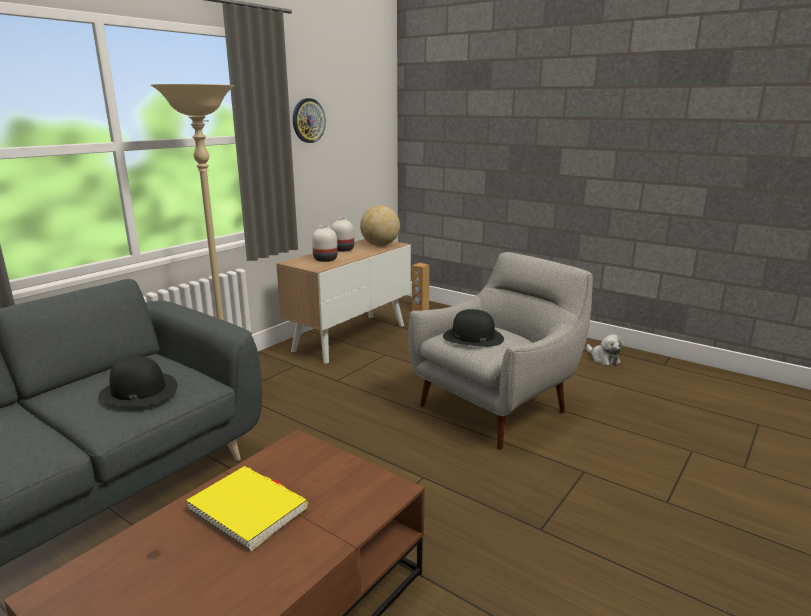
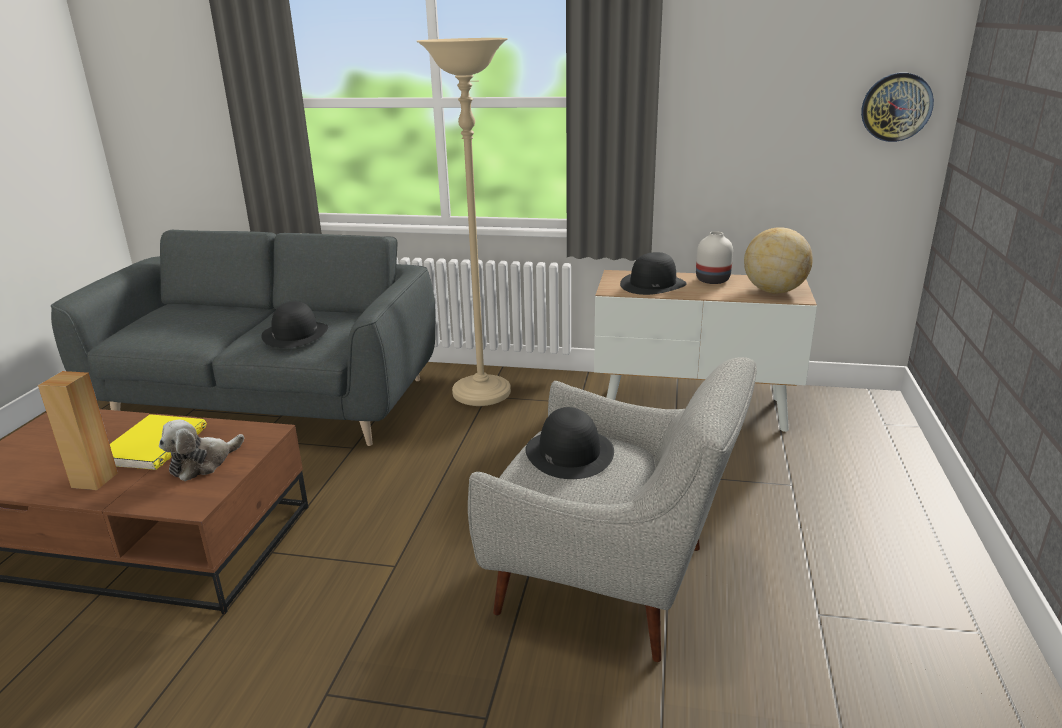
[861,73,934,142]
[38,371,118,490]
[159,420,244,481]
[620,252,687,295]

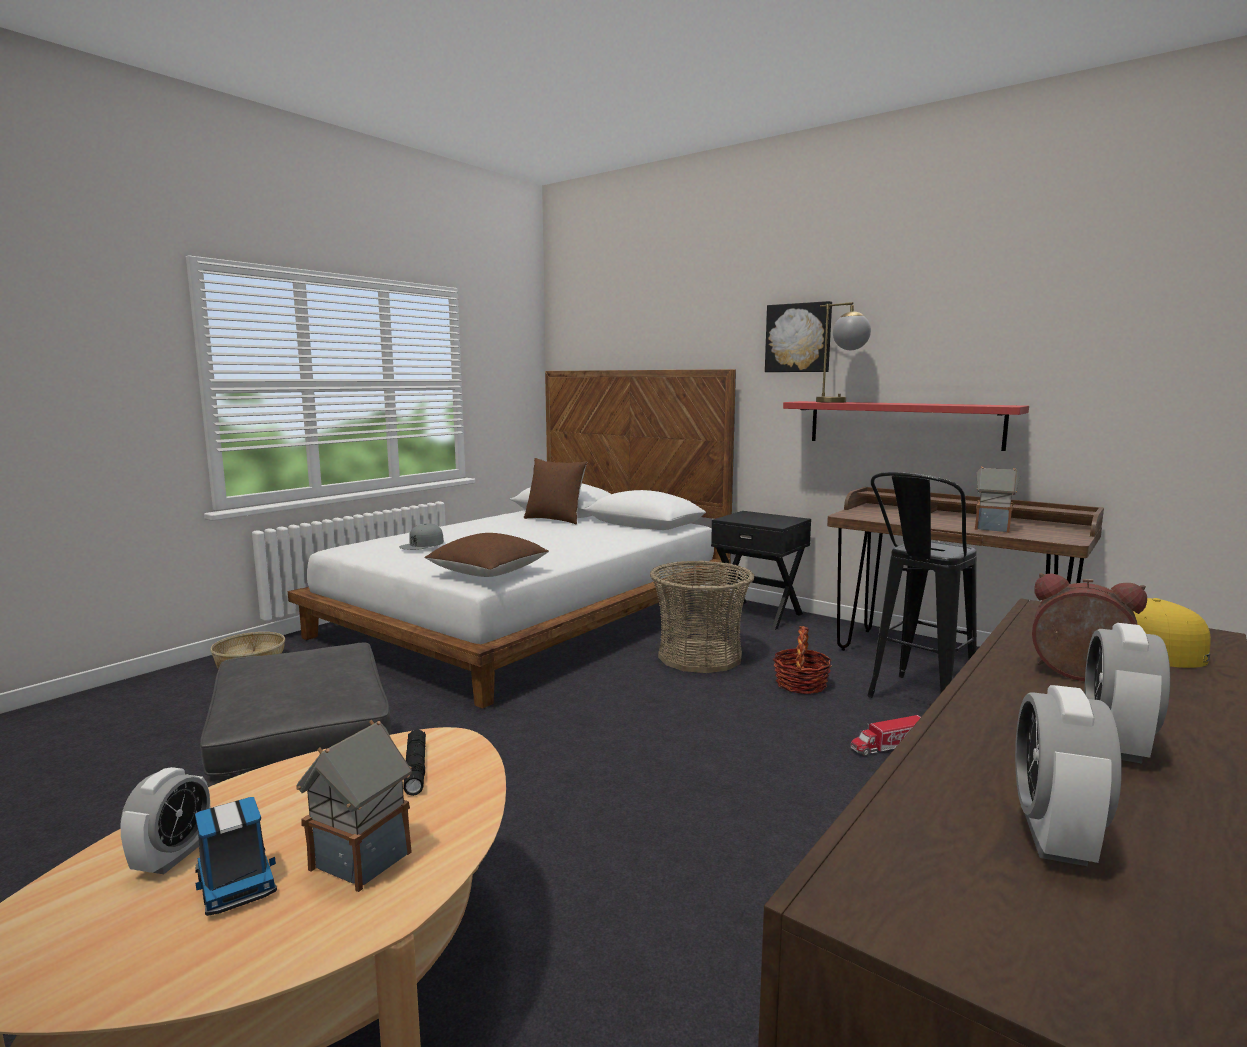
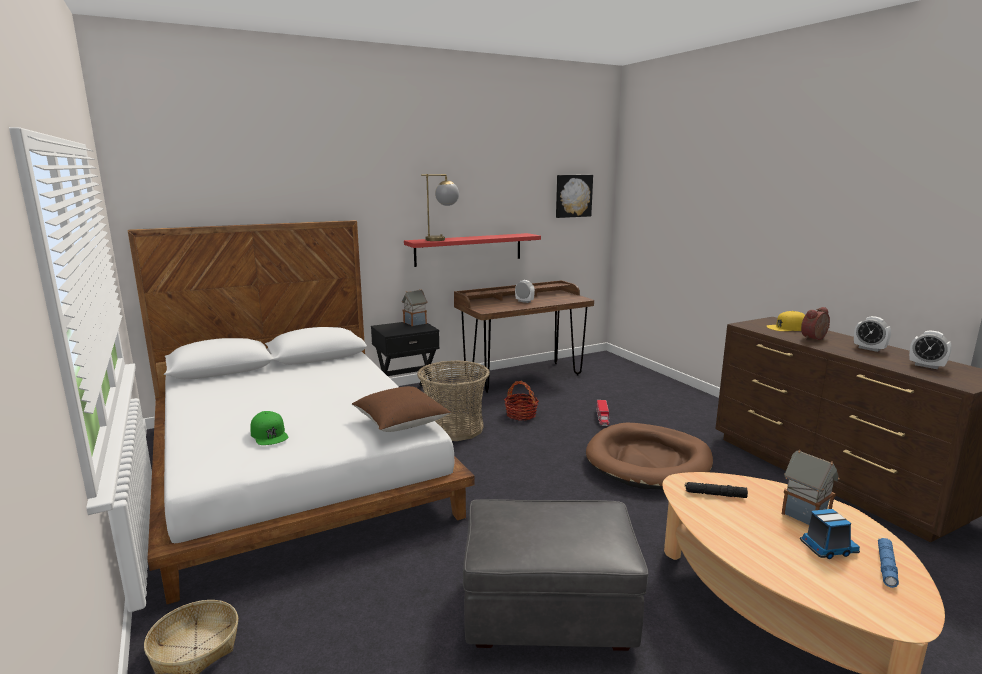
[524,458,587,524] (first image)
[867,472,977,698] (first image)
[586,422,713,490]
[878,538,899,588]
[515,280,535,303]
[556,175,593,218]
[402,289,428,326]
[250,411,288,445]

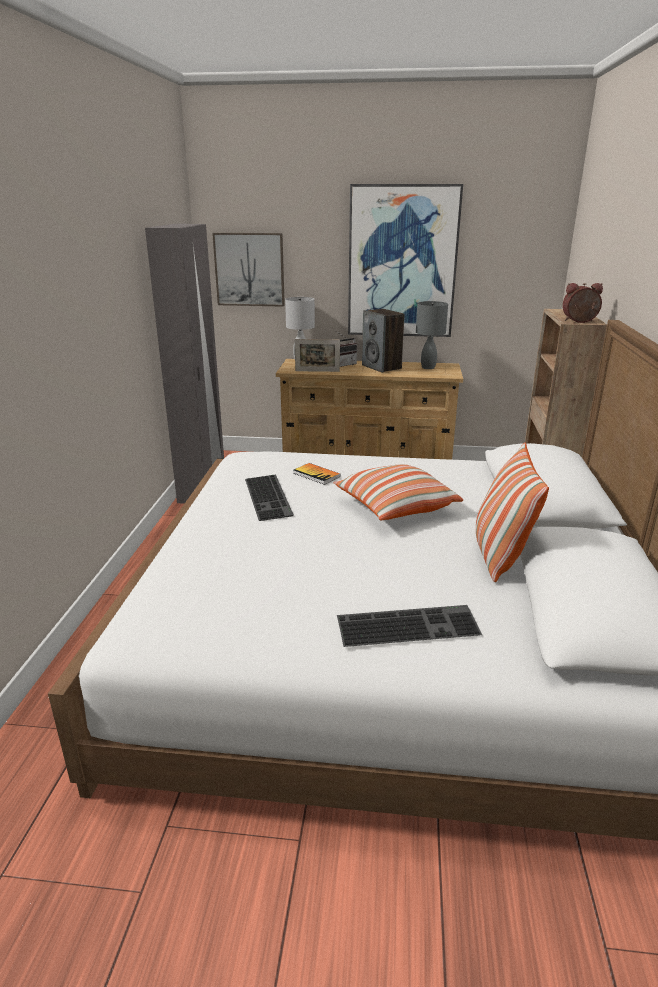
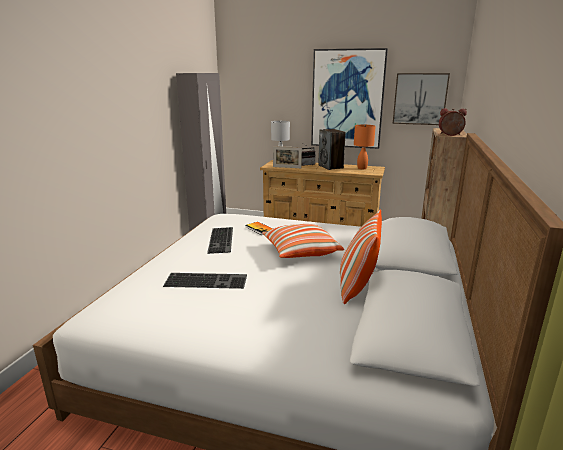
[393,73,450,125]
[163,273,247,289]
[354,125,376,169]

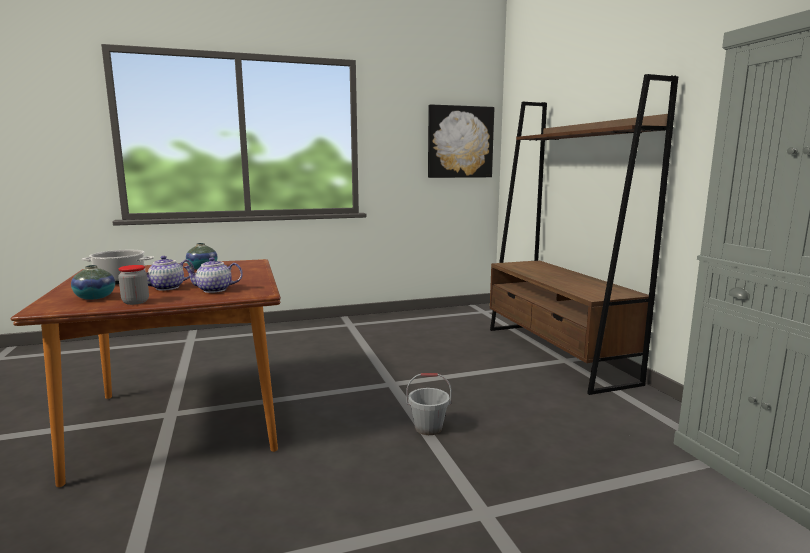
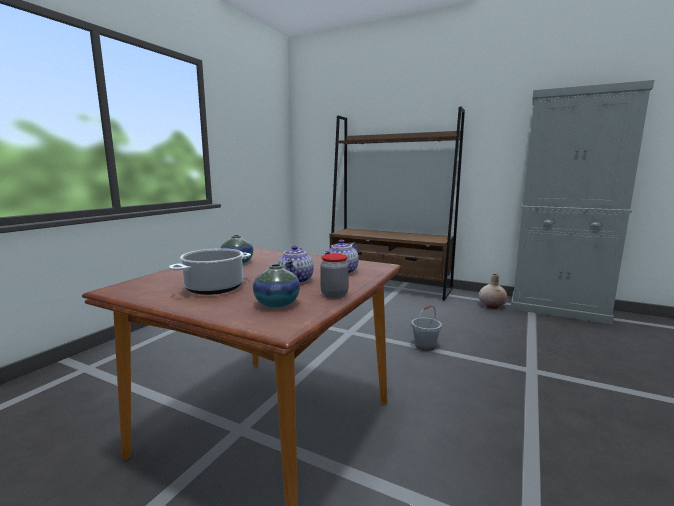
[428,104,494,178] (first image)
[479,274,508,309]

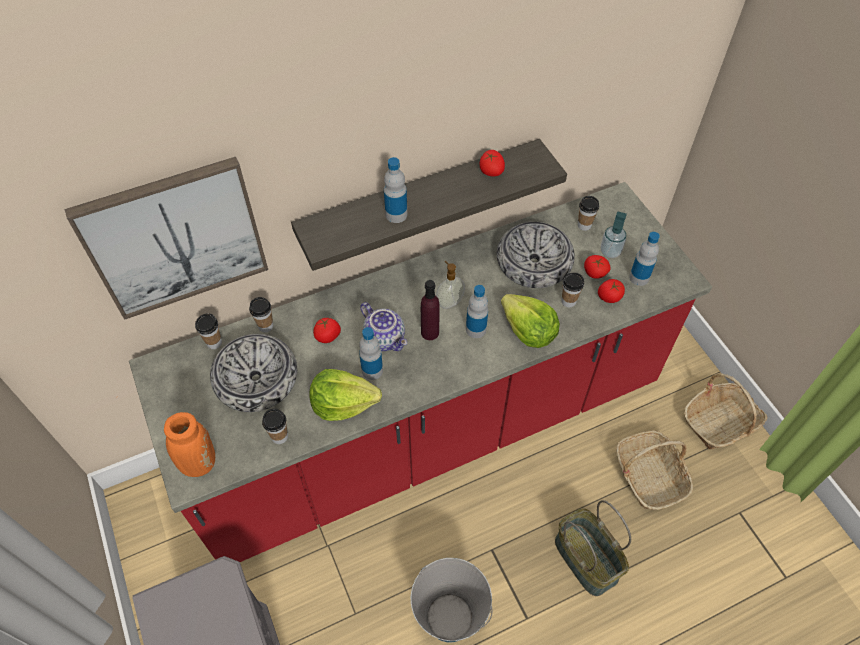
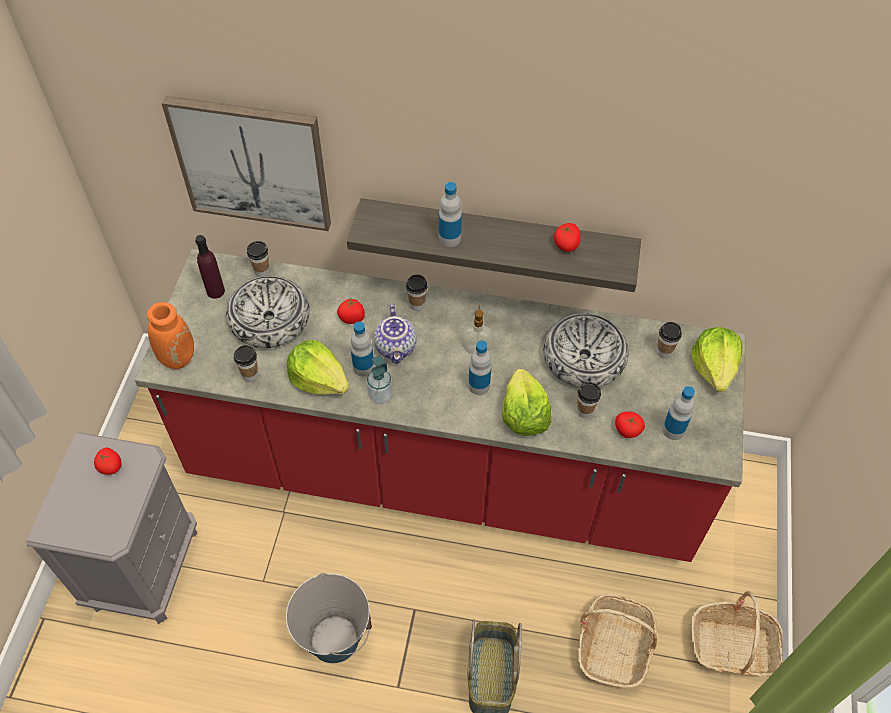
[691,327,742,392]
[406,274,428,311]
[195,235,225,299]
[94,447,122,475]
[367,356,393,404]

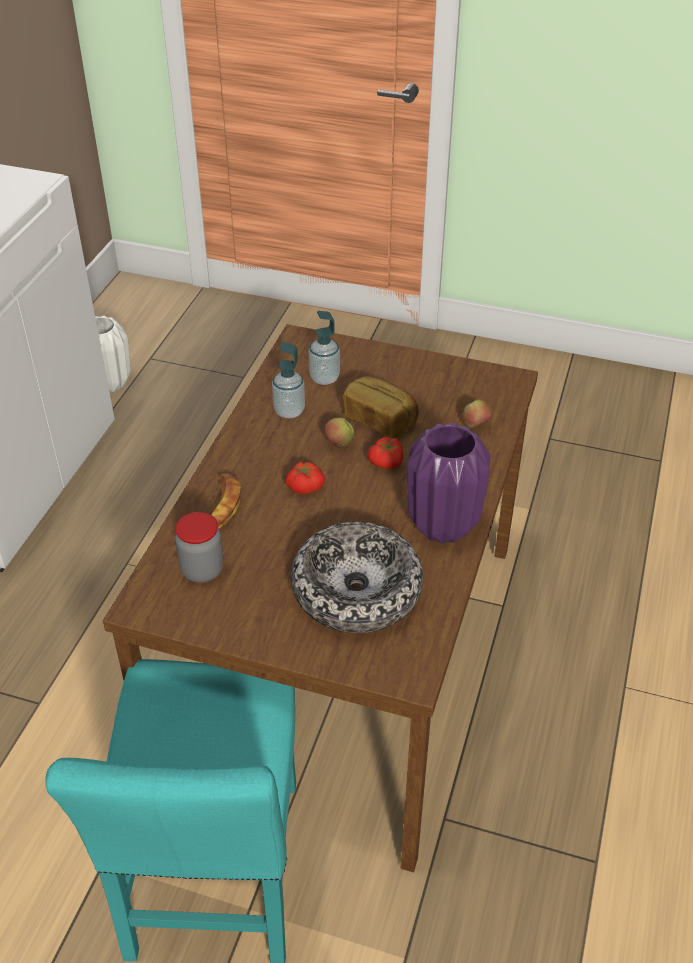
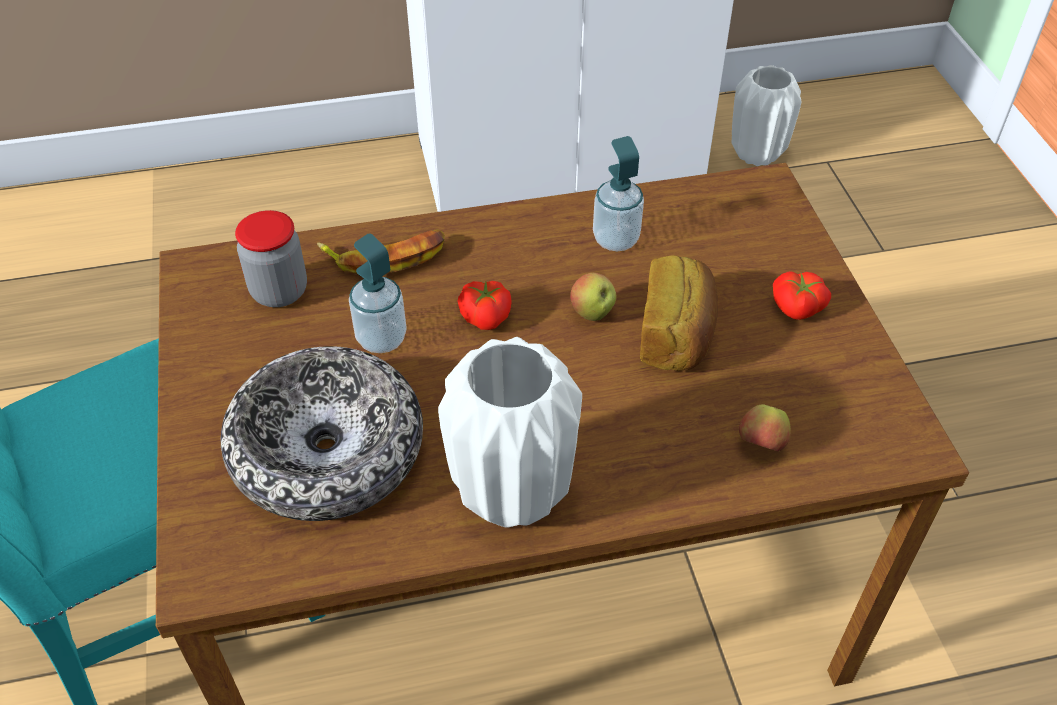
[349,233,407,353]
[773,271,831,320]
[438,337,582,528]

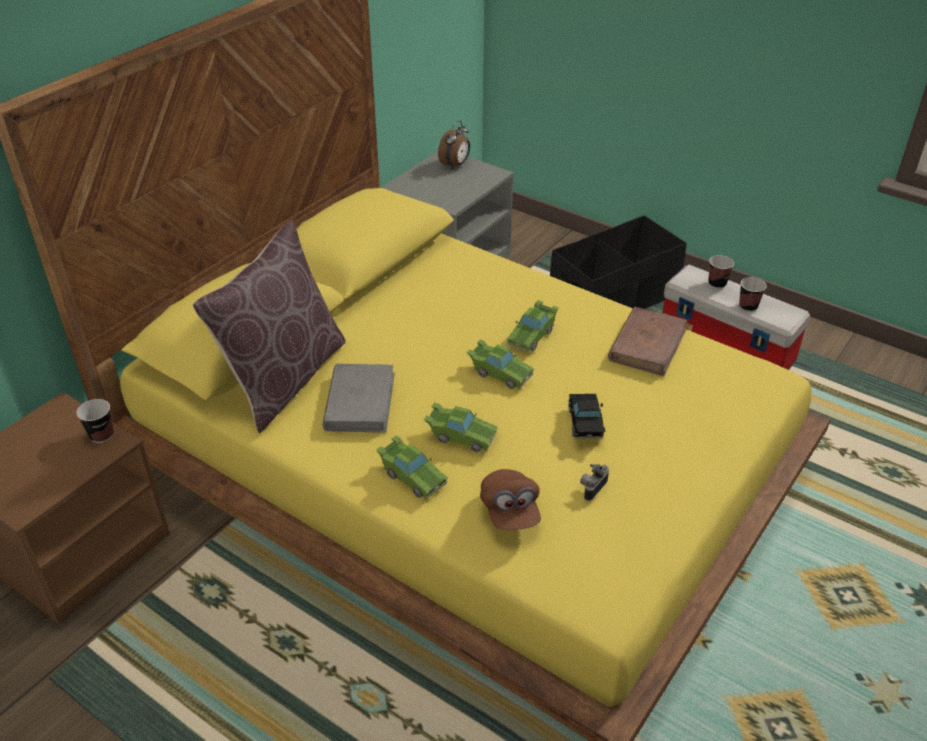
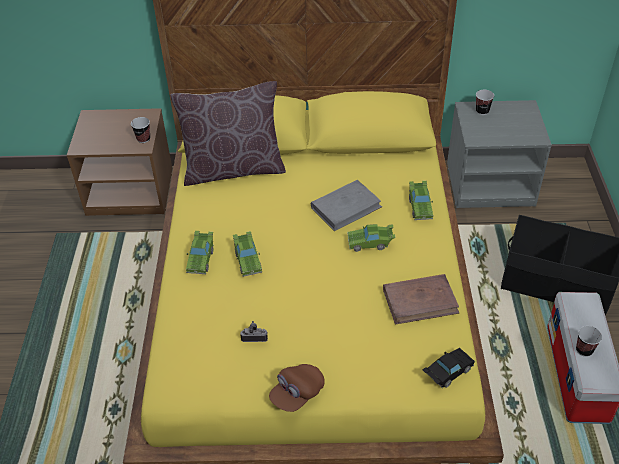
[438,120,470,169] (first image)
[311,180,382,231]
[409,181,434,220]
[269,364,325,412]
[422,347,475,389]
[476,90,494,115]

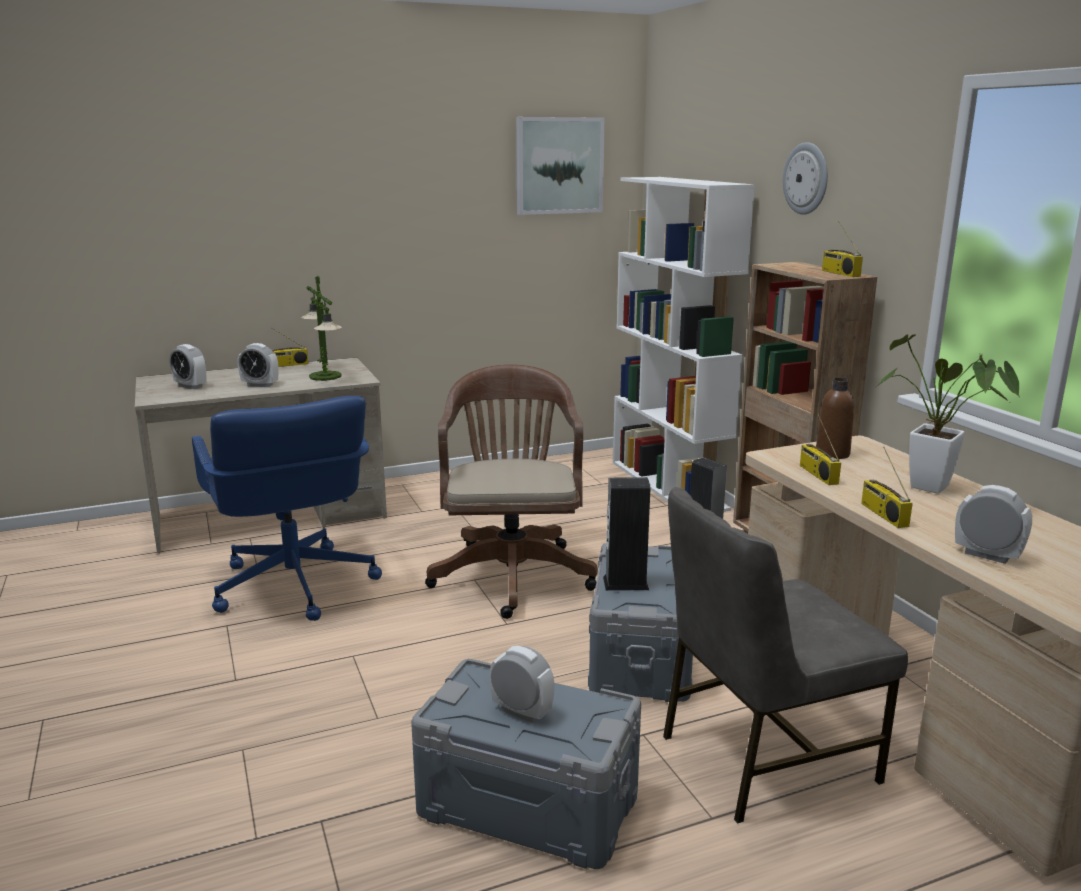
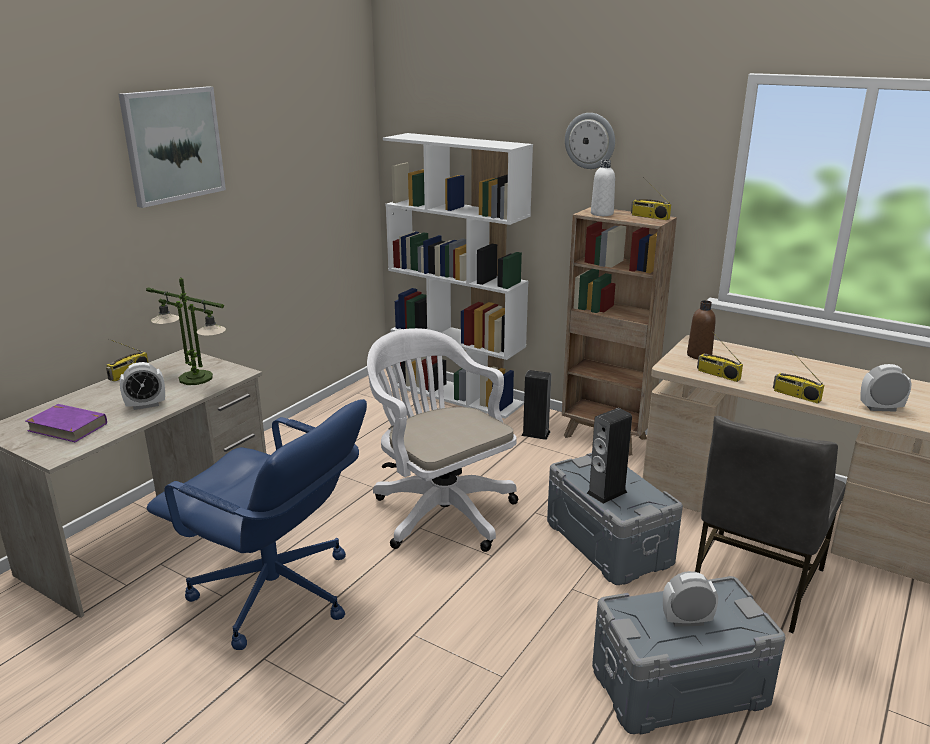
[876,334,1020,494] (first image)
[591,160,615,216]
[119,86,226,208]
[25,404,107,442]
[367,328,518,552]

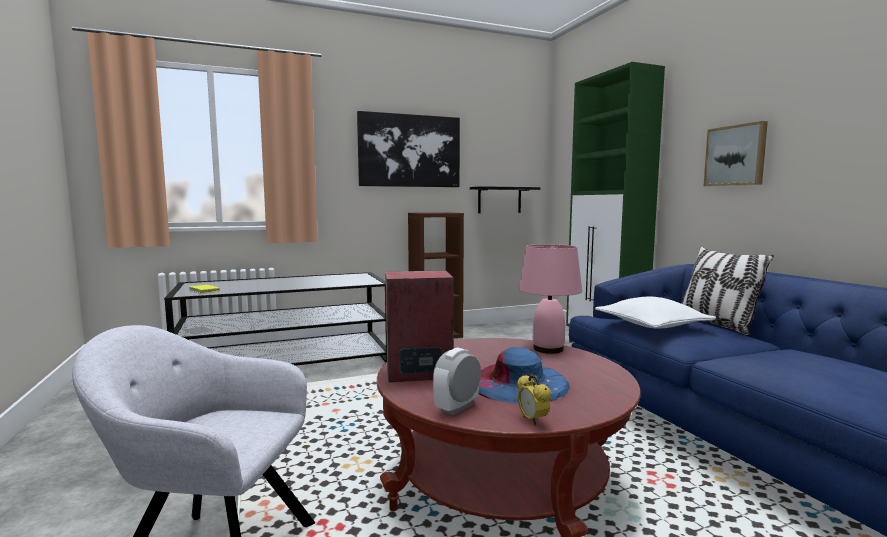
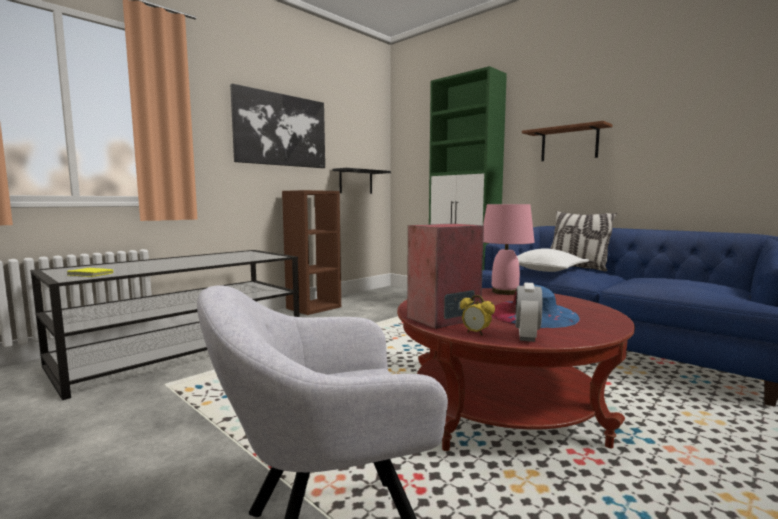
[460,295,495,336]
[522,121,612,161]

